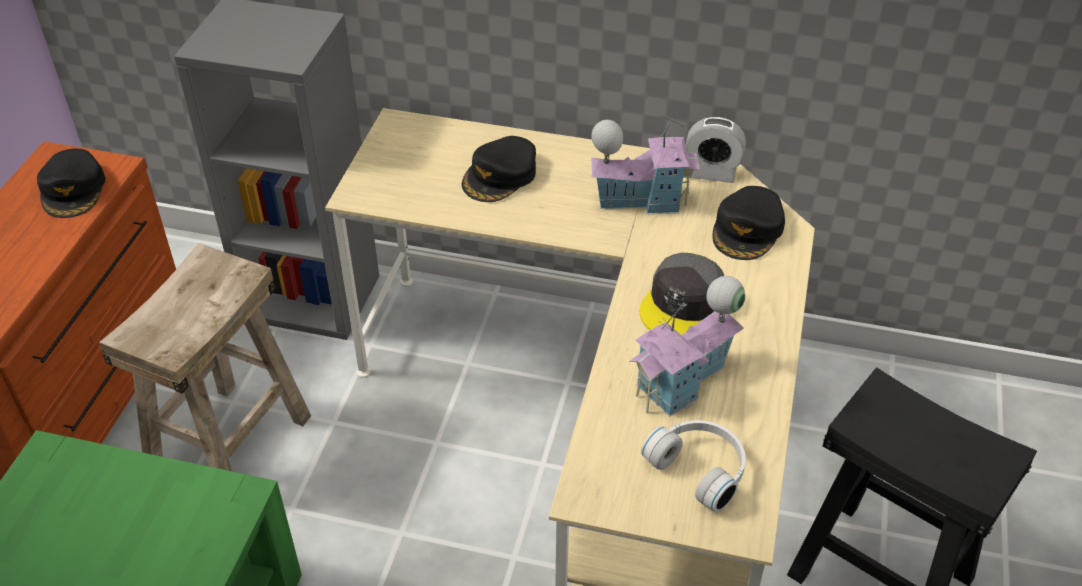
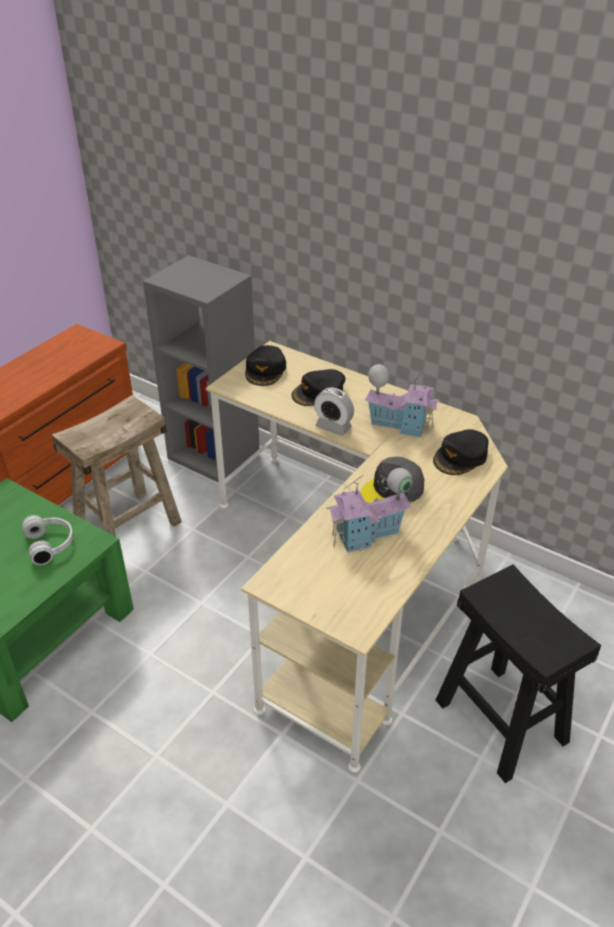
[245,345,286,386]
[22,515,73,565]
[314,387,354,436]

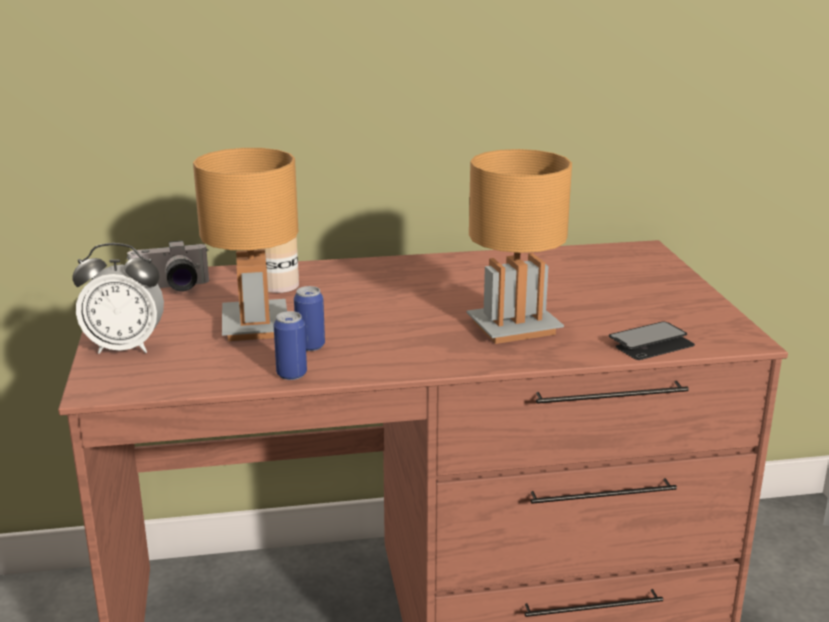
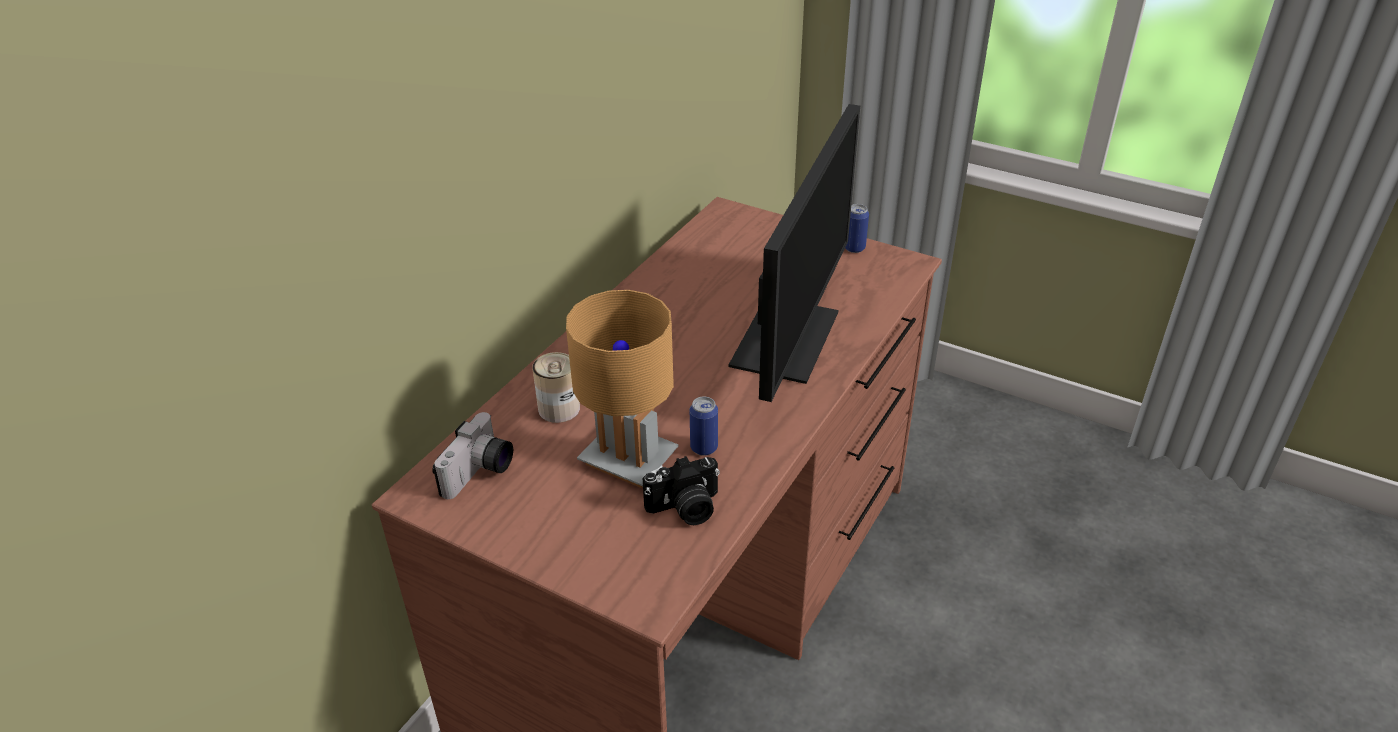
[72,243,164,354] (first image)
[609,321,695,360] (first image)
[643,456,720,525]
[845,204,869,253]
[729,104,860,402]

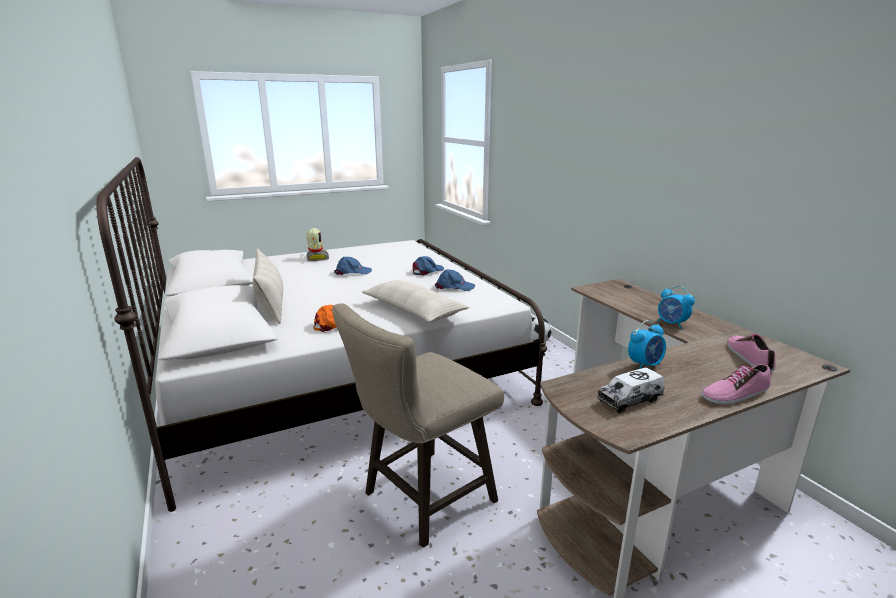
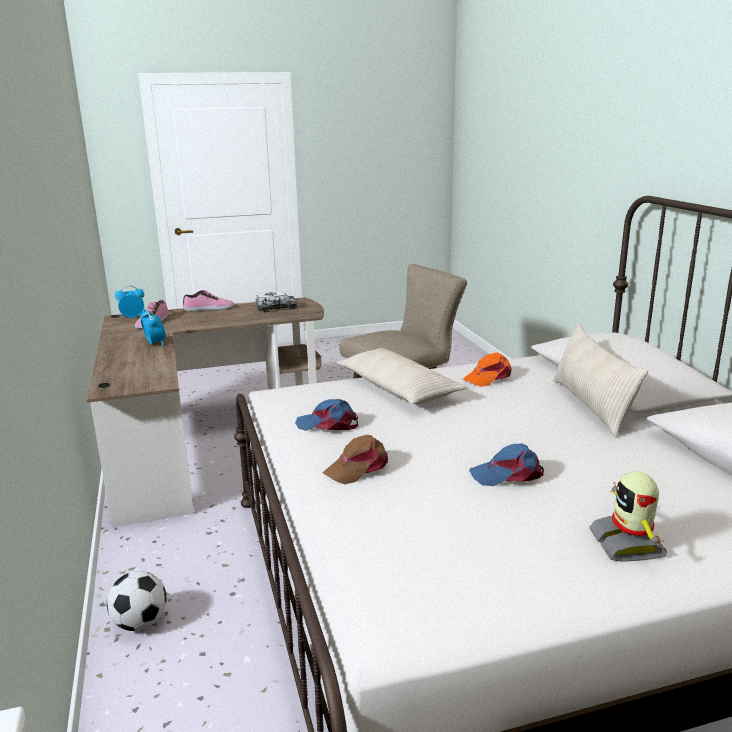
[115,285,144,317]
[323,435,388,484]

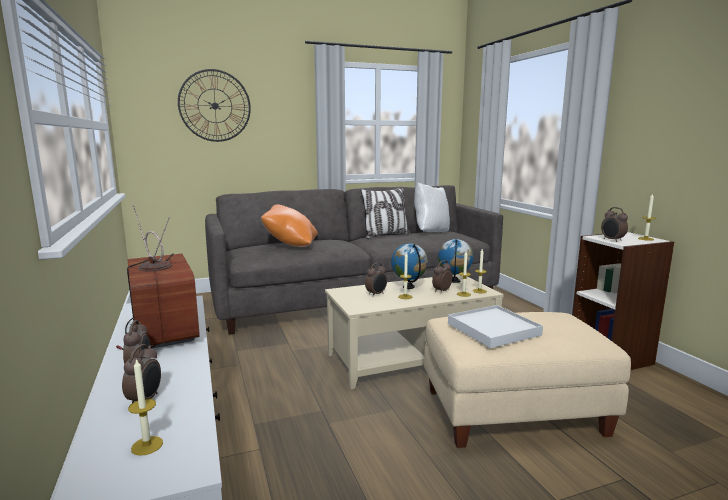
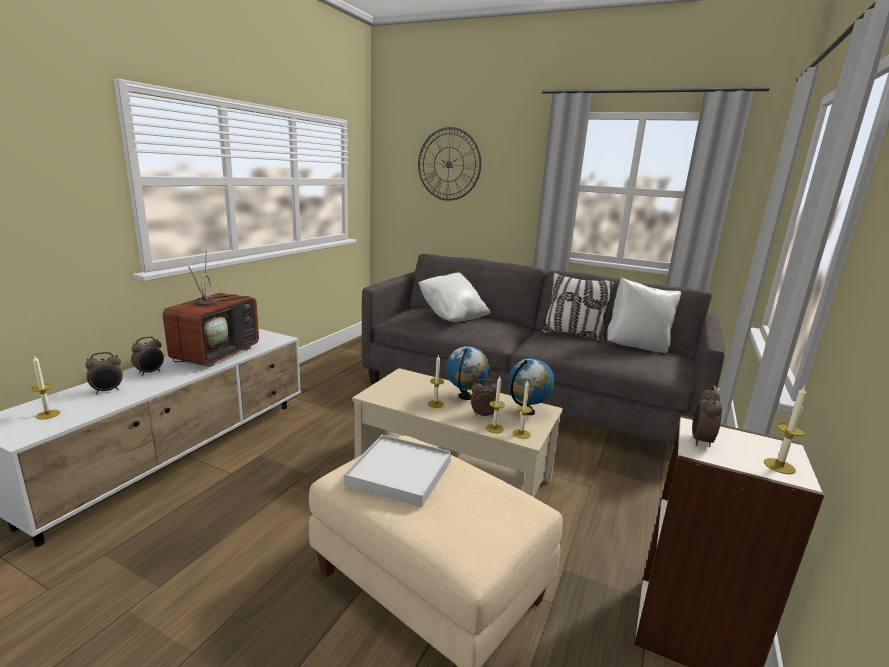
[365,263,387,296] (first image)
[419,272,491,322]

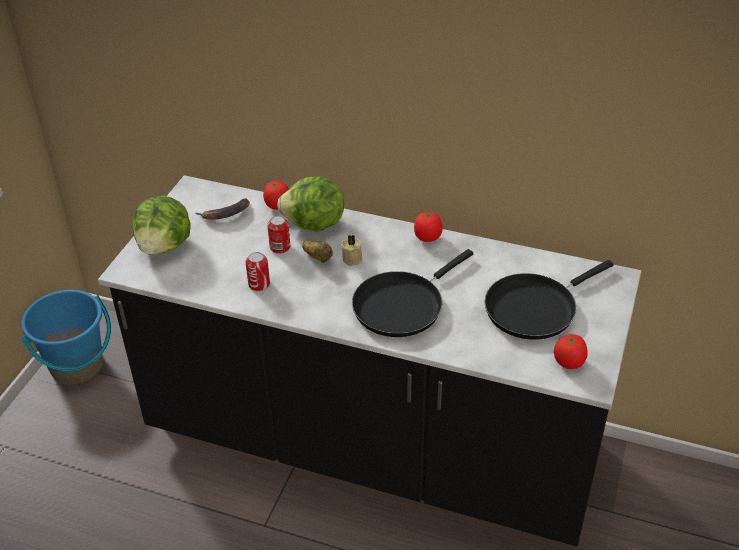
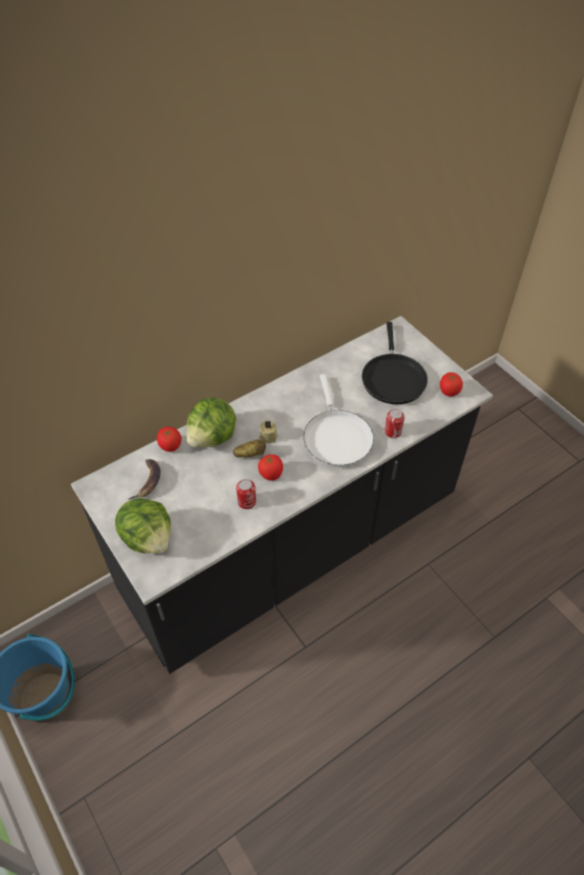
[385,409,405,438]
[258,454,283,481]
[303,374,374,467]

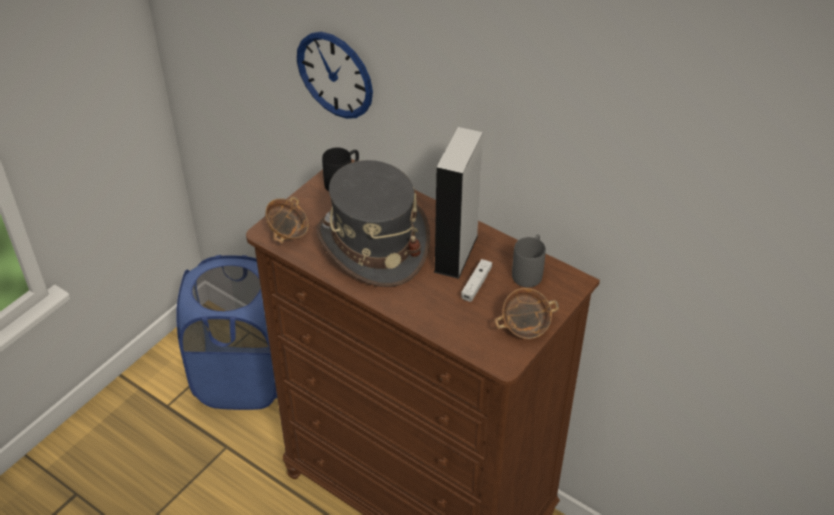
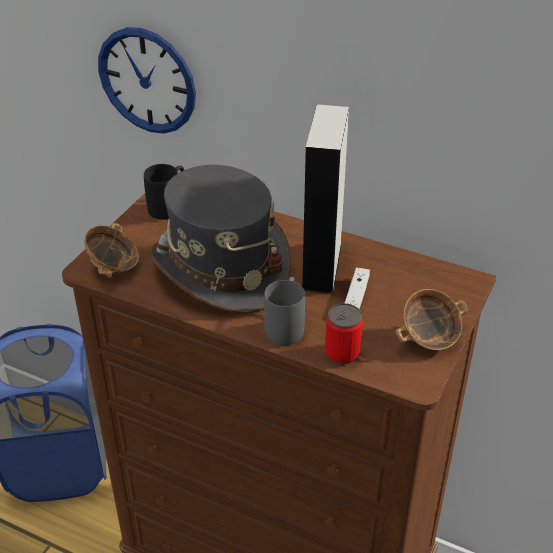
[325,303,363,364]
[264,277,305,345]

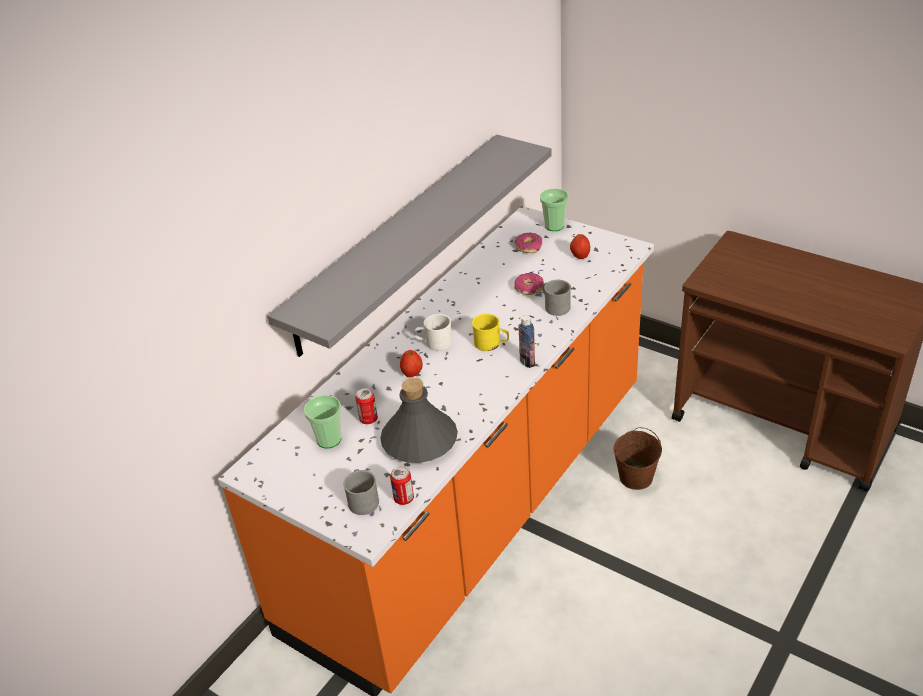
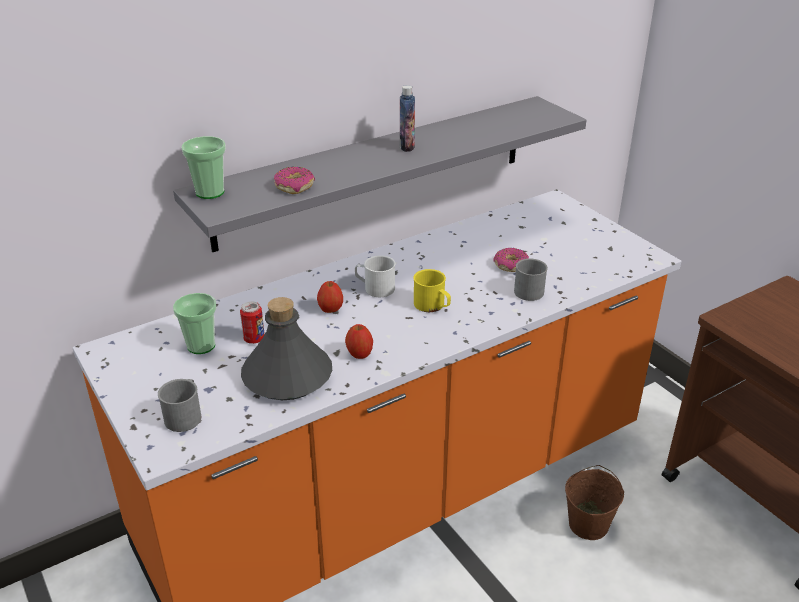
[390,466,414,505] (first image)
[274,167,315,194]
[400,85,415,152]
[181,136,226,199]
[345,324,373,359]

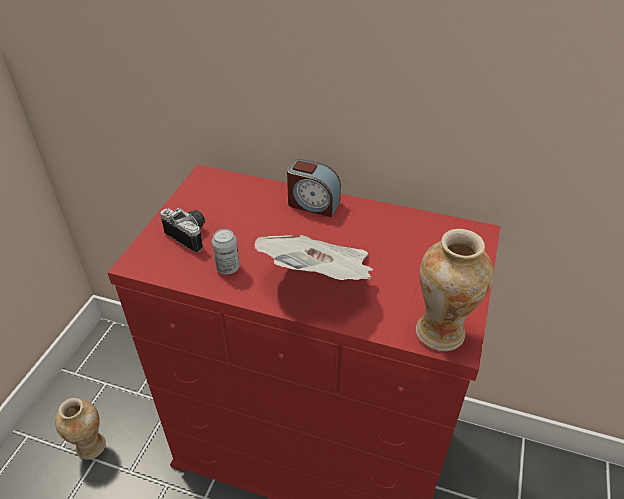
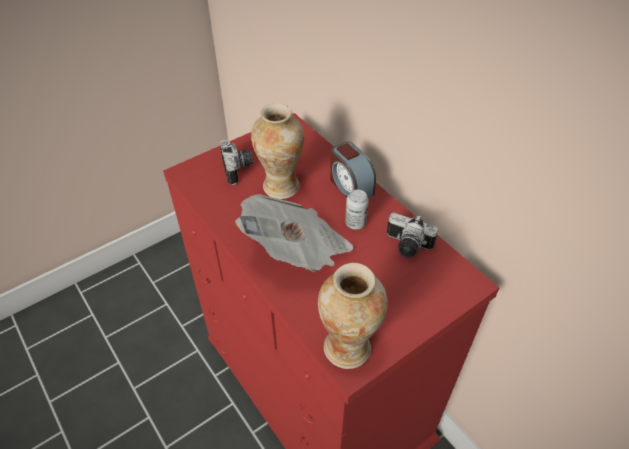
[387,213,438,257]
[251,103,304,199]
[345,190,369,229]

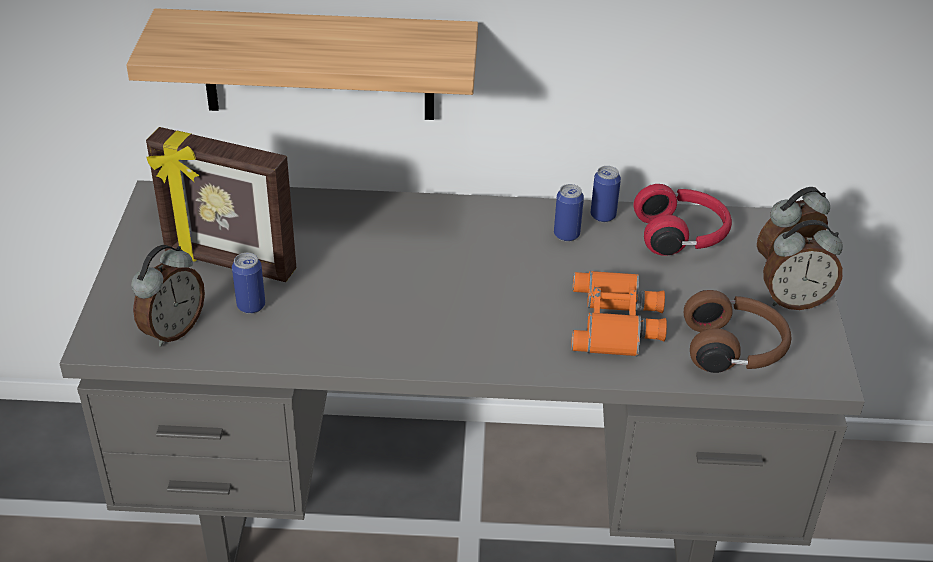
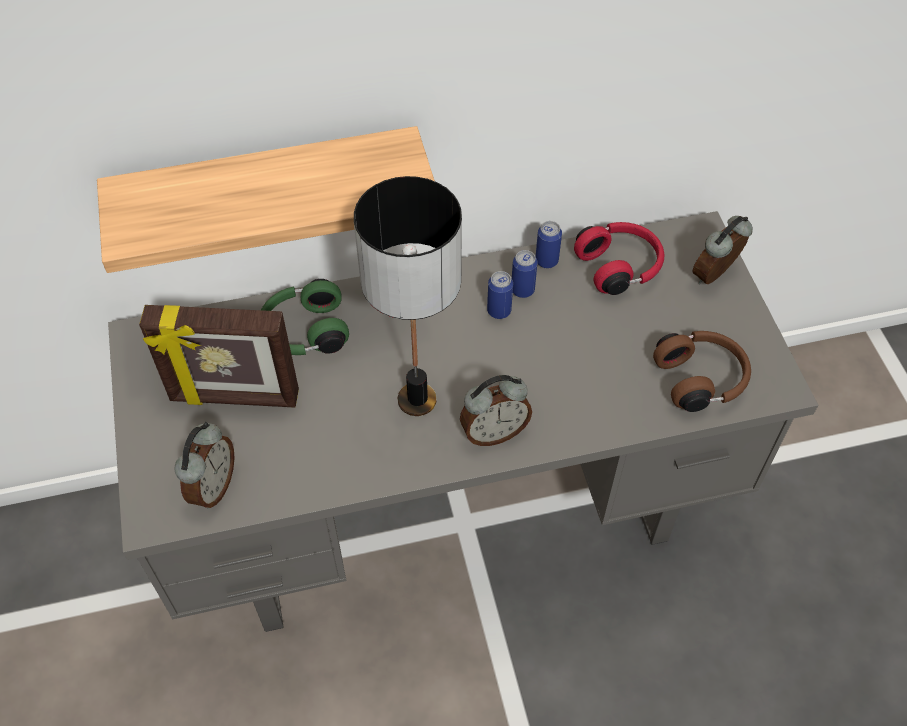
[571,271,667,356] (first image)
[261,279,349,355]
[354,176,462,416]
[487,271,513,319]
[460,375,532,446]

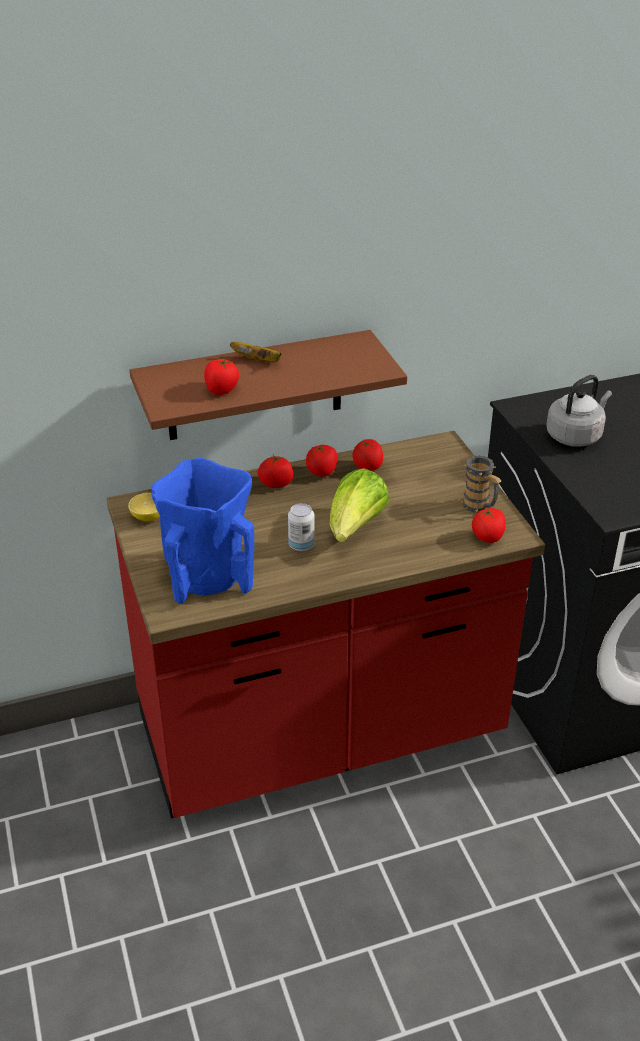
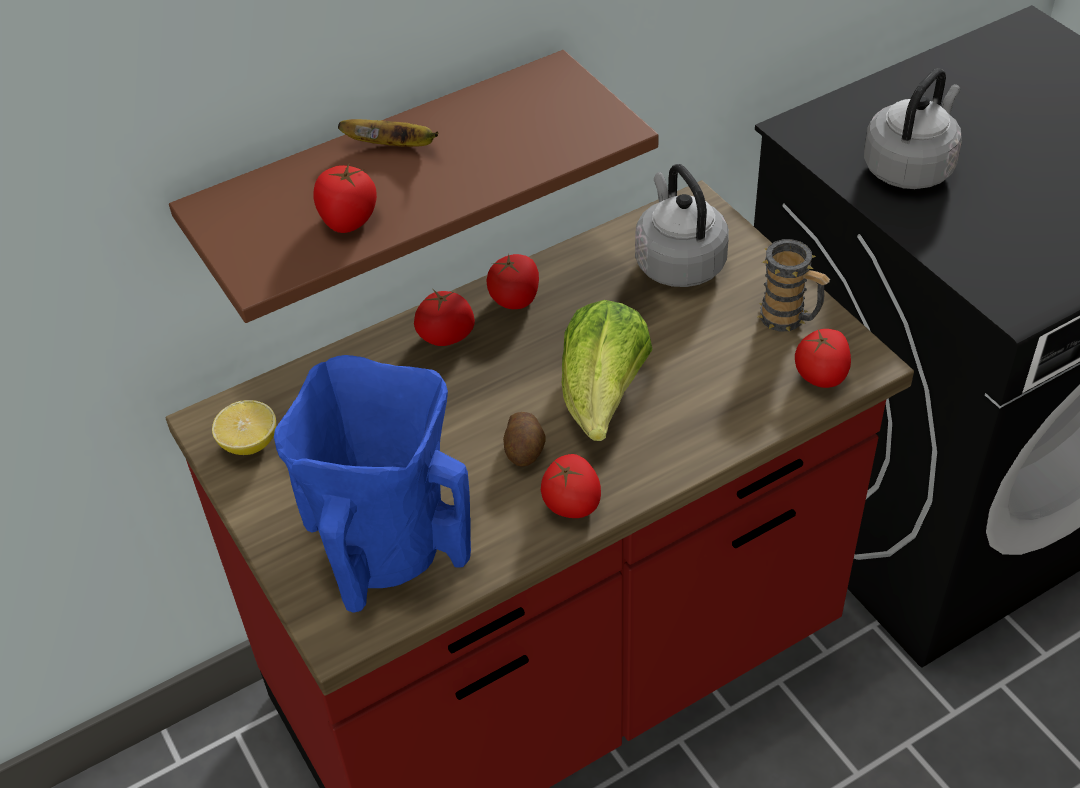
[635,164,729,287]
[541,454,601,518]
[503,412,546,467]

